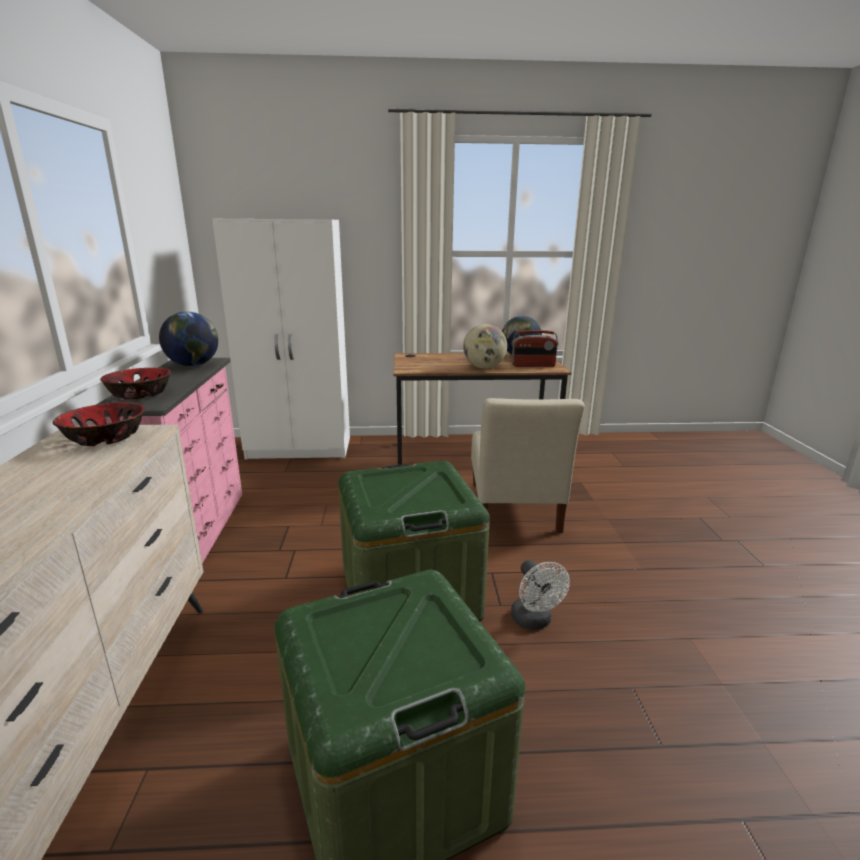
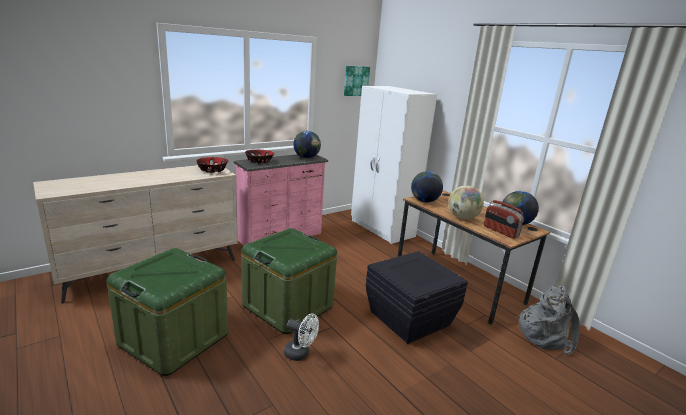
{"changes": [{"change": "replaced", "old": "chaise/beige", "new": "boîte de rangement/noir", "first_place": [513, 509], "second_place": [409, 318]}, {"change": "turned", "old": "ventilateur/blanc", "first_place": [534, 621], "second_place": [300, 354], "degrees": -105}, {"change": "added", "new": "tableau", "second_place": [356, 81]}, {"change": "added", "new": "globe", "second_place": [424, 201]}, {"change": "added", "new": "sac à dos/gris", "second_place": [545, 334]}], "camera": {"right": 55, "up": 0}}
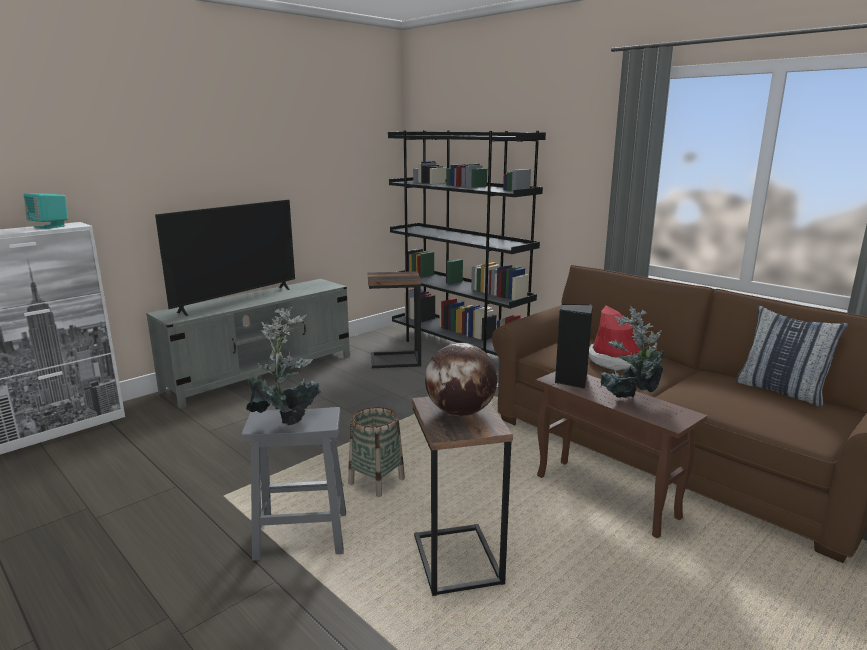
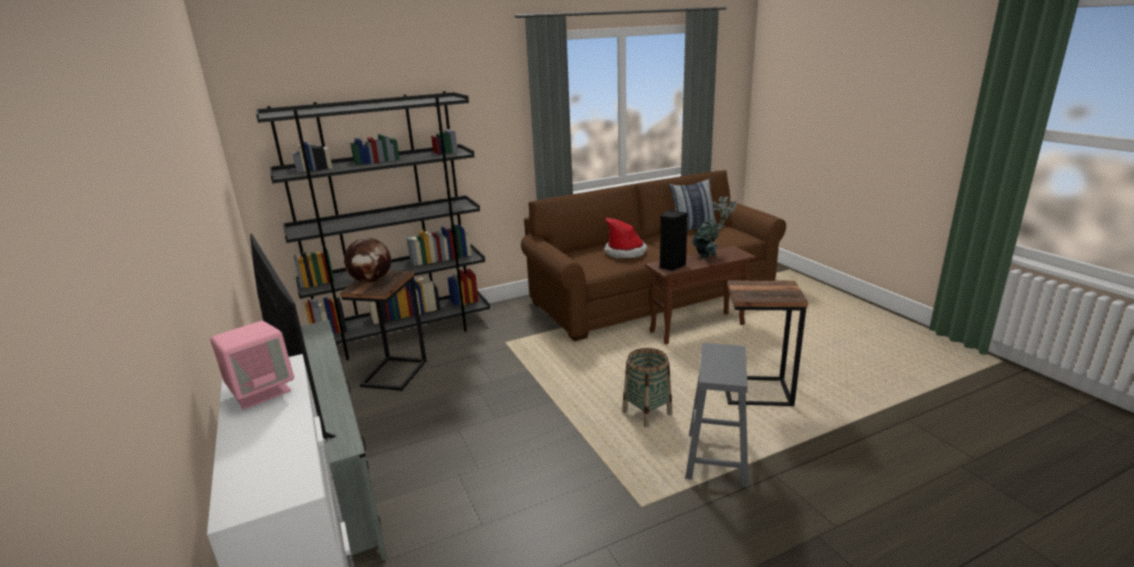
{"changes": [{"change": "recoloured", "old": "enceinte/turquoise", "new": "enceinte/rose", "first_place": [50, 226], "second_place": [261, 392]}, {"change": "removed", "old": "plante en pot", "first_place": [287, 419]}, {"change": "moved", "old": "globe", "first_place": [460, 412], "second_place": [372, 281]}], "camera": {"right": -70, "up": 5}}
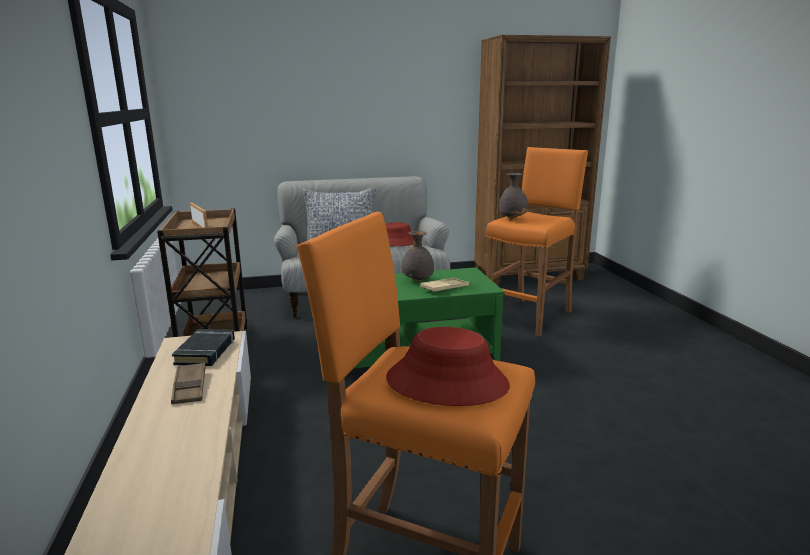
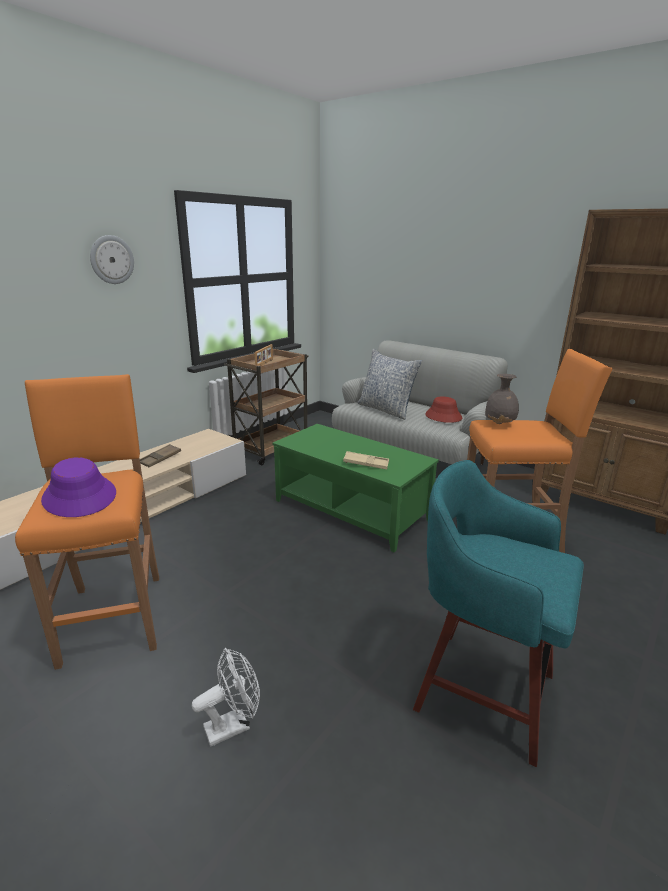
{"changes": [{"change": "removed", "old": "livre/noir", "first_place": [206, 352]}, {"change": "recoloured", "old": "chapeau/rouge", "new": "chapeau/violet", "first_place": [447, 382], "second_place": [80, 496]}, {"change": "removed", "old": "vase/gris", "first_place": [417, 280]}, {"change": "added", "new": "horloge murale", "second_place": [111, 259]}, {"change": "added", "new": "ventilateur/blanc", "second_place": [233, 725]}, {"change": "added", "new": "tabouret/turquoise", "second_place": [480, 689]}], "camera": {"right": 50, "up": 5}}
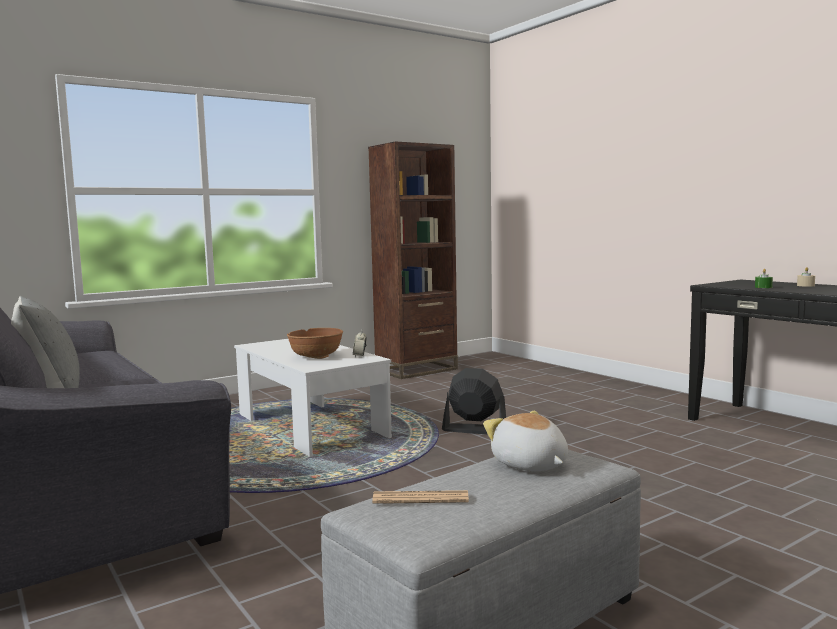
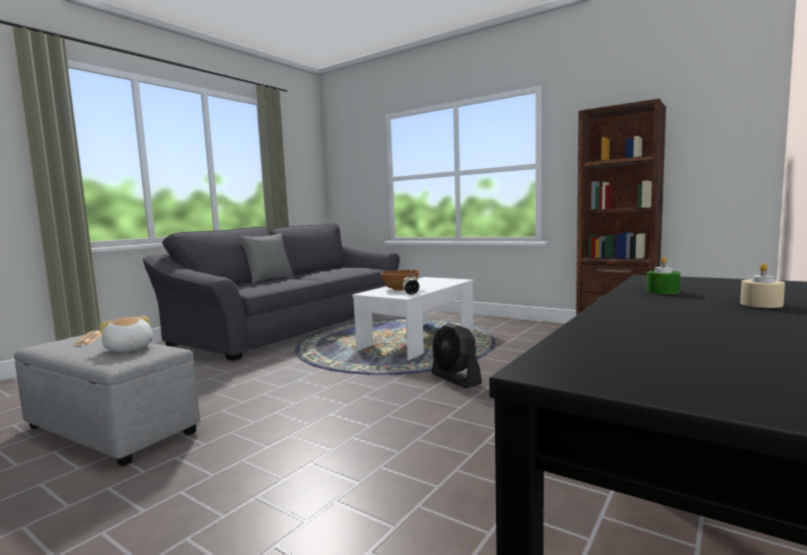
{"changes": [{"change": "turned", "old": "ventilateur/noir", "first_place": [474, 429], "second_place": [455, 378], "degrees": 150}, {"change": "turned", "old": "peluche", "first_place": [529, 465], "second_place": [128, 349], "degrees": -75}], "camera": {"right": 70, "up": 0}}
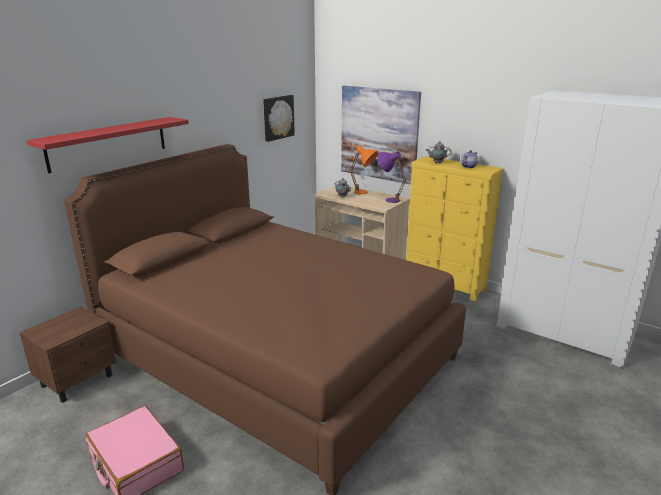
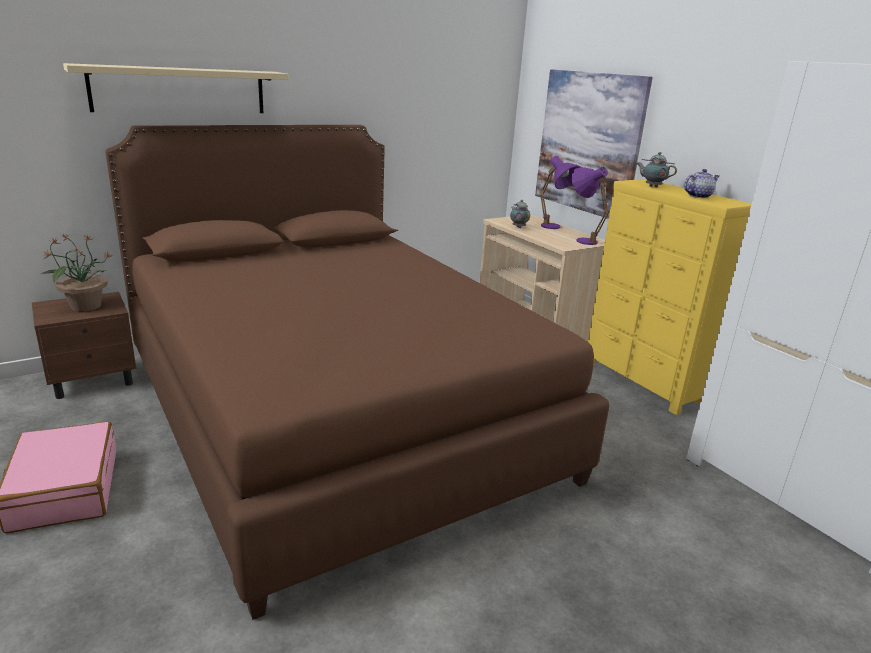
{"changes": [{"change": "recoloured", "old": "étagère/rouge", "new": "étagère/beige", "first_place": [108, 143], "second_place": [180, 90]}, {"change": "removed", "old": "tableau", "first_place": [277, 117]}, {"change": "recoloured", "old": "lampe de table/orange", "new": "lampe de table/violet", "first_place": [364, 193], "second_place": [555, 228]}, {"change": "added", "new": "plante en pot", "second_place": [84, 306]}], "camera": {"right": 20, "up": 0}}
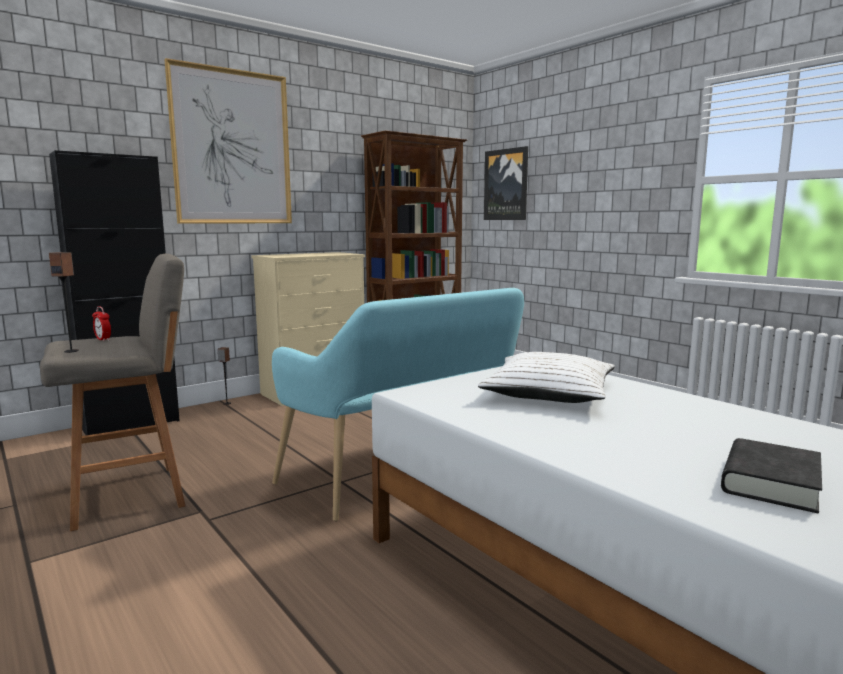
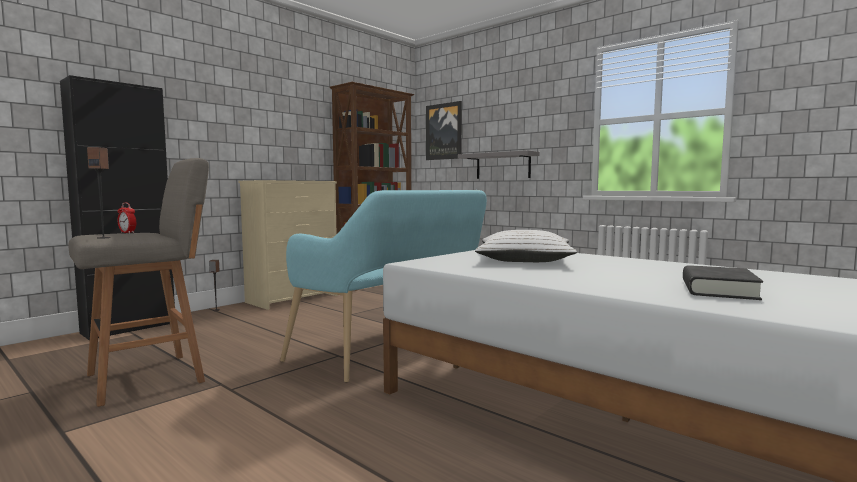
{"changes": [{"change": "removed", "old": "tableau", "first_place": [232, 148]}, {"change": "added", "new": "étagère/gris", "second_place": [503, 166]}], "camera": {"right": -10, "up": -5}}
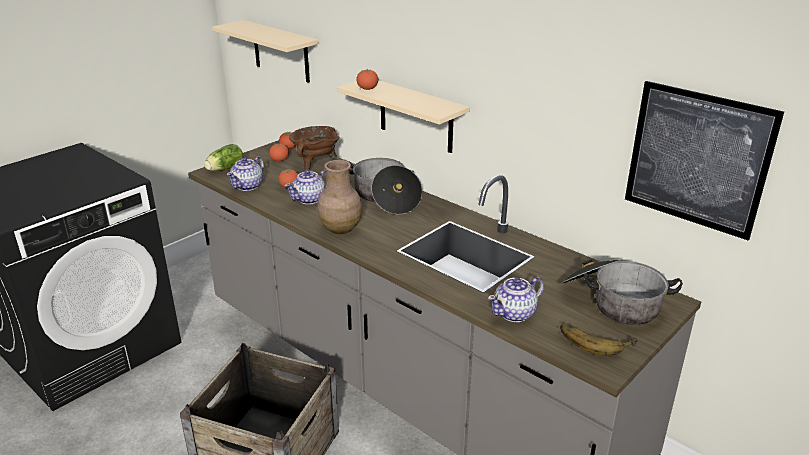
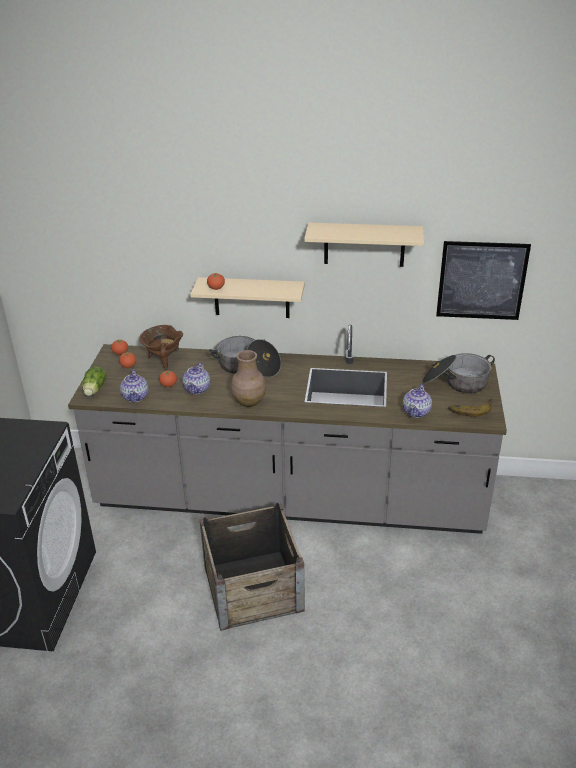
{"changes": [{"change": "moved", "old": "étagère/beige", "first_place": [281, 51], "second_place": [364, 244]}], "camera": {"right": -35, "up": 5}}
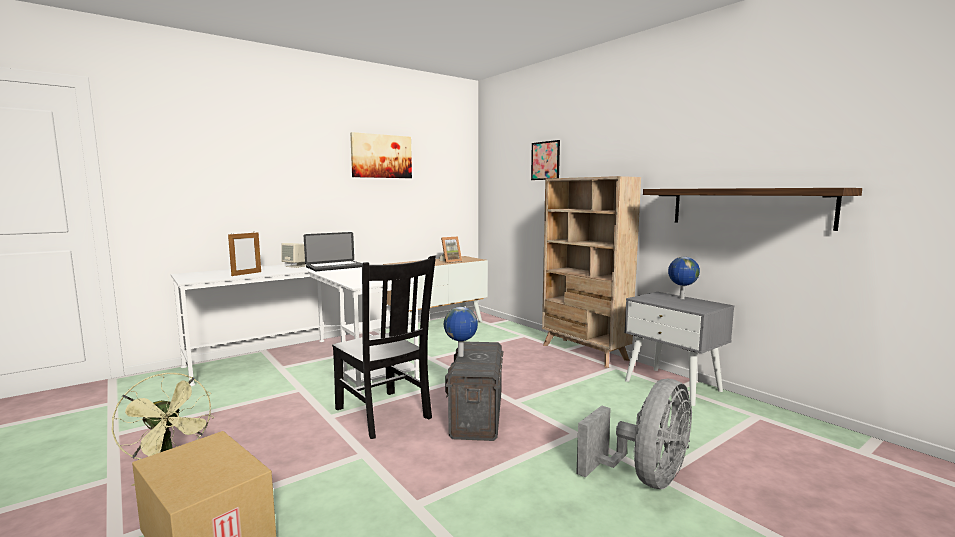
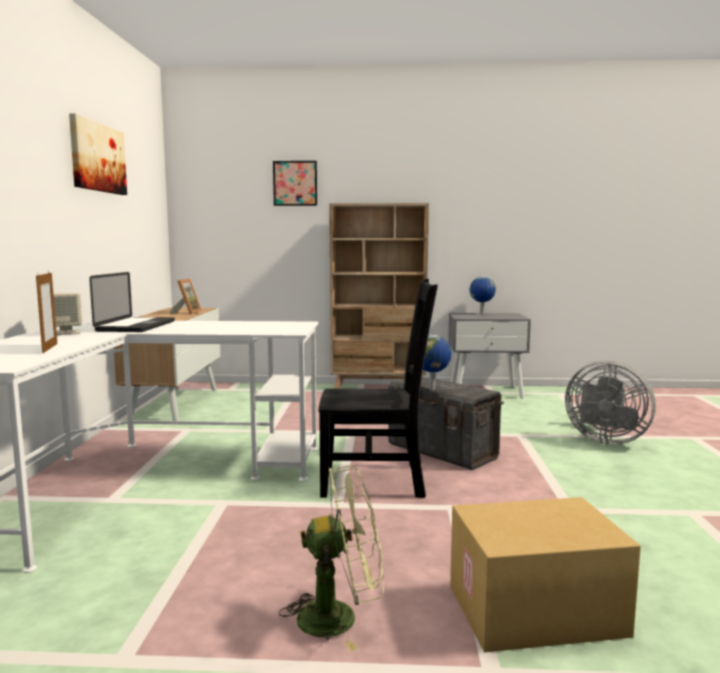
{"changes": [{"change": "turned", "old": "ventilateur/gris", "first_place": [645, 478], "second_place": [605, 439], "degrees": 135}, {"change": "removed", "old": "étagère", "first_place": [748, 207]}], "camera": {"right": -50, "up": 0}}
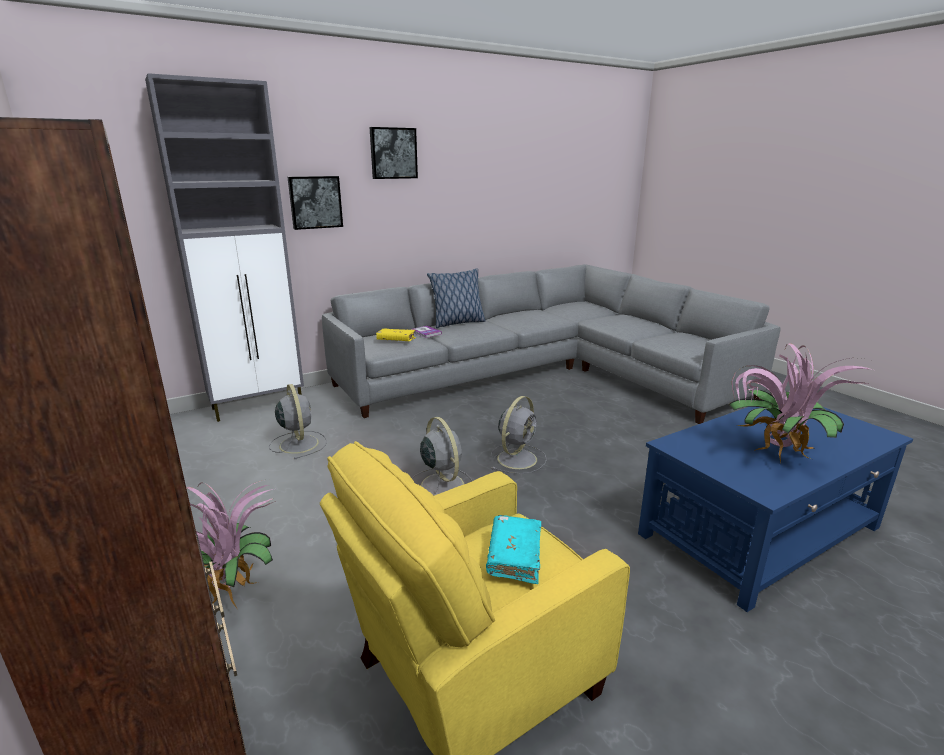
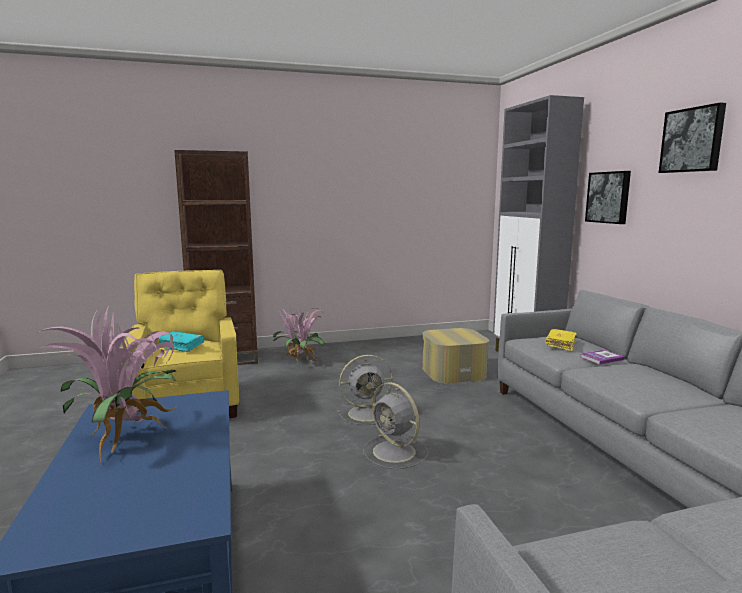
{"changes": [{"change": "replaced", "old": "ventilateur/gris", "new": "pouf", "first_place": [298, 443], "second_place": [453, 372]}, {"change": "removed", "old": "coussin", "first_place": [457, 323]}], "camera": {"right": 105, "up": -10}}
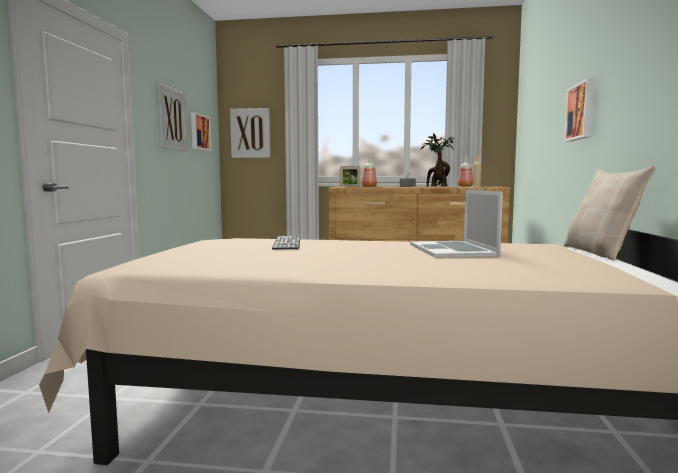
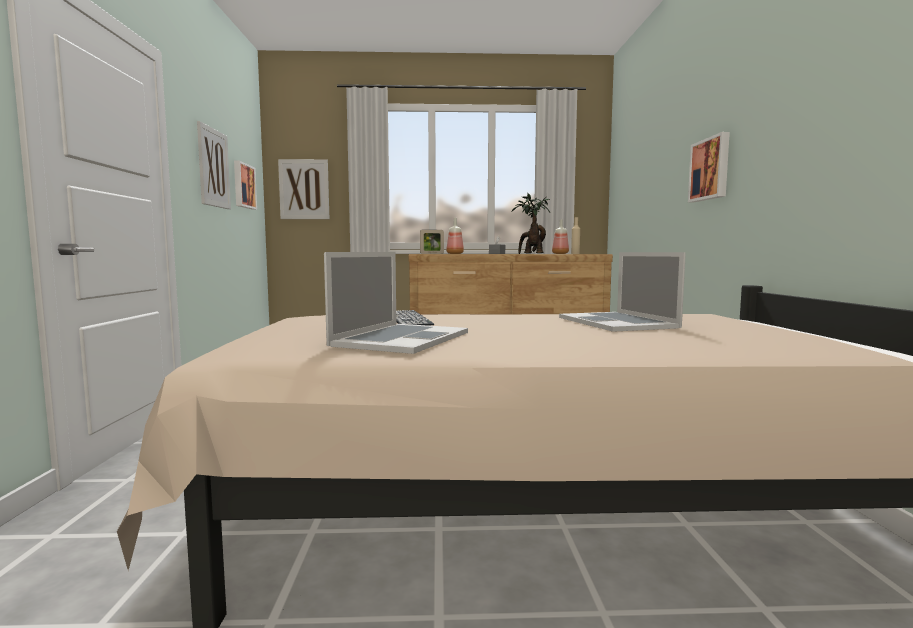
{"changes": [{"change": "removed", "old": "coussin/beige", "first_place": [601, 253]}, {"change": "added", "new": "ordinateur portable", "second_place": [401, 339]}], "camera": {"right": -10, "up": 0}}
